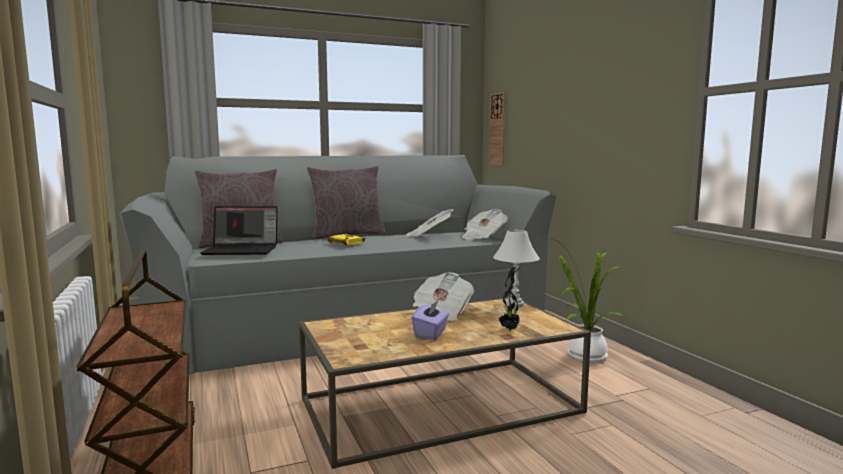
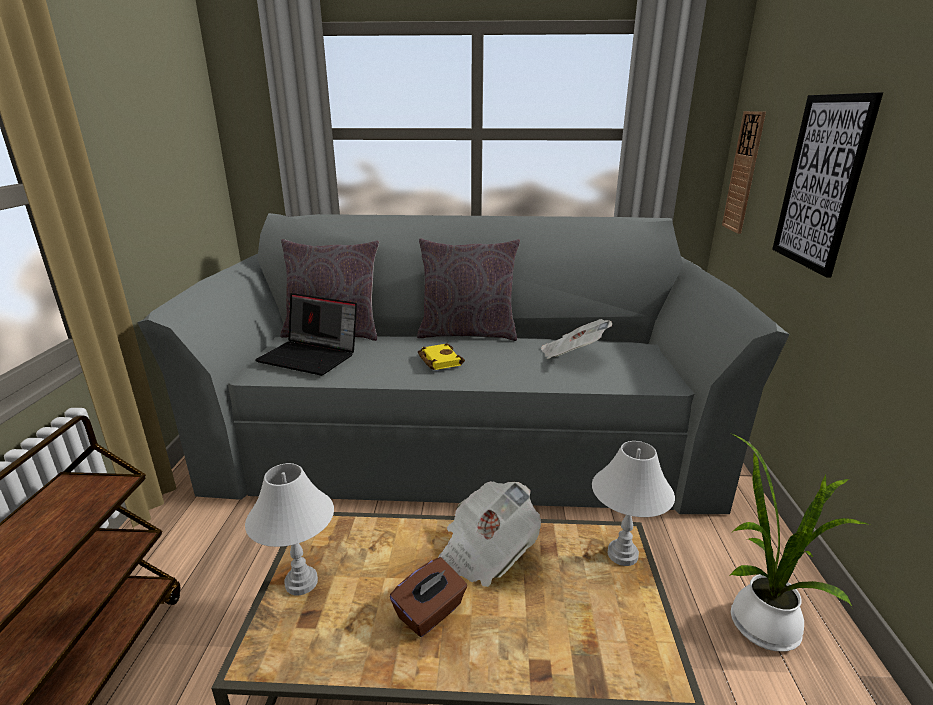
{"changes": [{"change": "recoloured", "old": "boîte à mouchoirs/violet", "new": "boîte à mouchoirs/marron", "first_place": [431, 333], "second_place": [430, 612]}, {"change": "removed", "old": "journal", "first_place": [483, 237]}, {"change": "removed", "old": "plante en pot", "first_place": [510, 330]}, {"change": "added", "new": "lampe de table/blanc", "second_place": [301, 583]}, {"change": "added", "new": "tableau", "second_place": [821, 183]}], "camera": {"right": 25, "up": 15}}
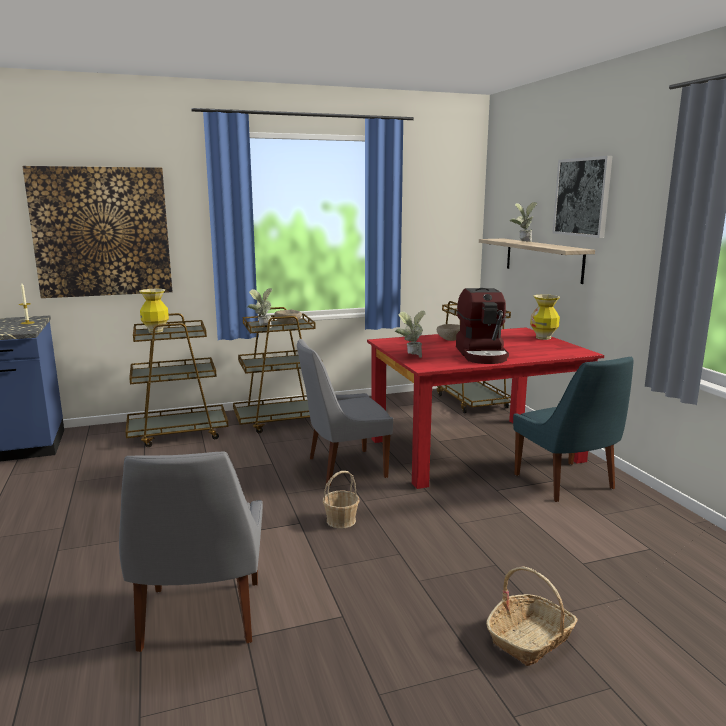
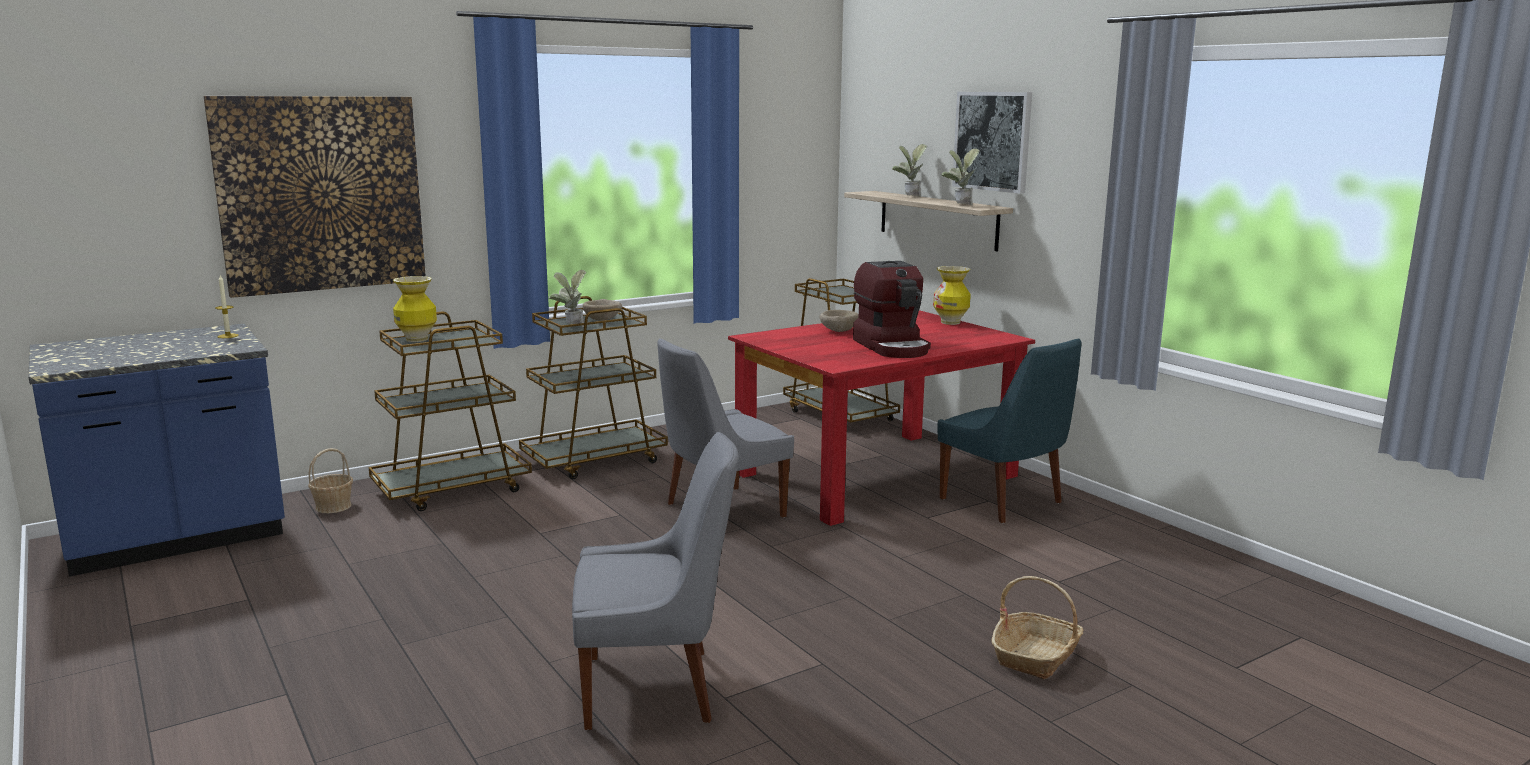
{"changes": [{"change": "turned", "old": "chaise/gris", "first_place": [200, 618], "second_place": [655, 688], "degrees": -75}, {"change": "moved", "old": "panier", "first_place": [341, 520], "second_place": [333, 506]}, {"change": "moved", "old": "plante en pot", "first_place": [410, 356], "second_place": [959, 205]}], "camera": {"right": -15, "up": 0}}
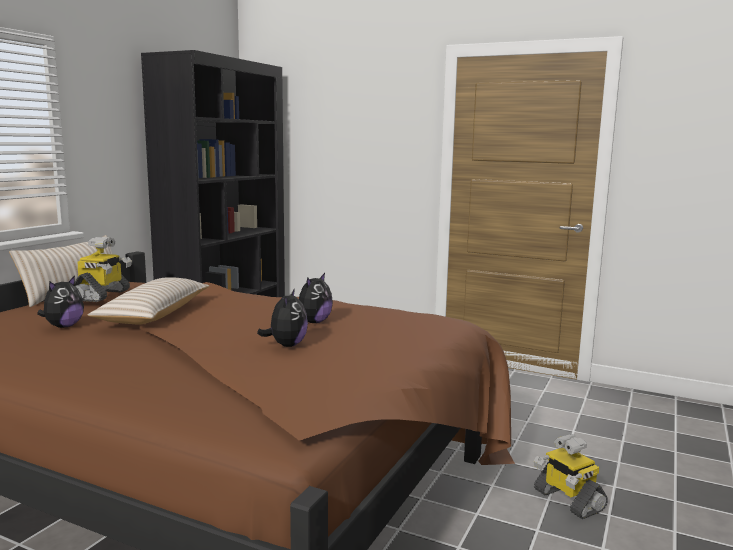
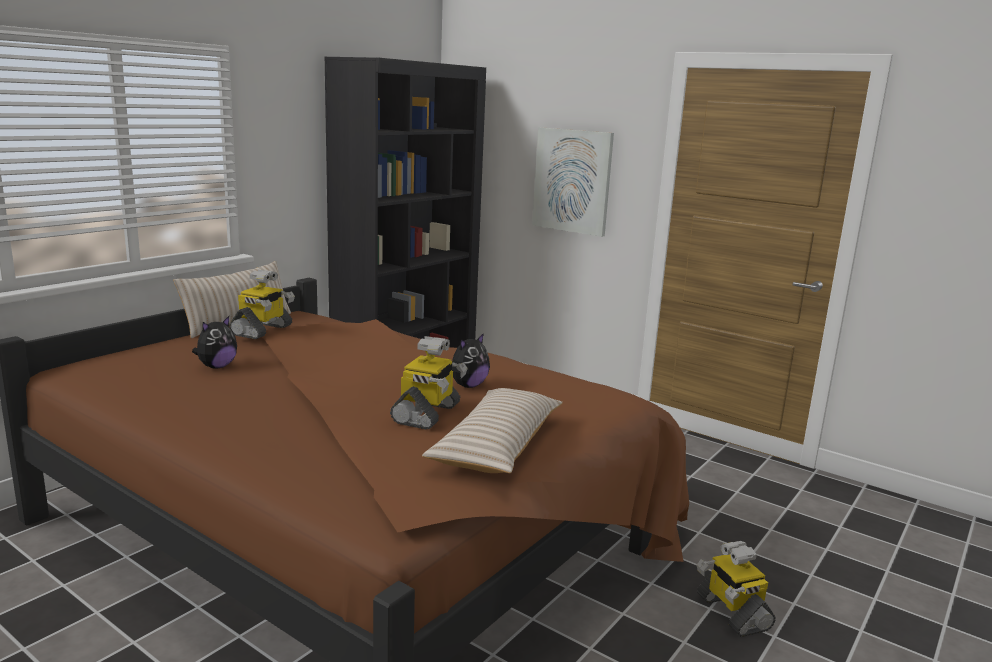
{"changes": [{"change": "moved", "old": "coussin/beige", "first_place": [154, 314], "second_place": [497, 446]}, {"change": "replaced", "old": "peluche", "new": "robot jouet", "first_place": [286, 345], "second_place": [427, 414]}, {"change": "added", "new": "tableau", "second_place": [572, 181]}], "camera": {"right": 10, "up": 5}}
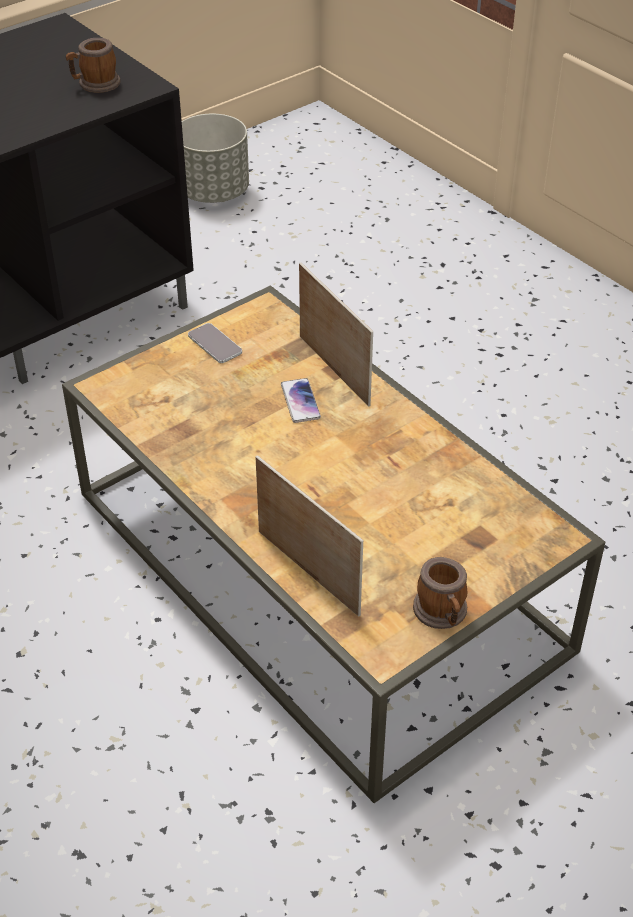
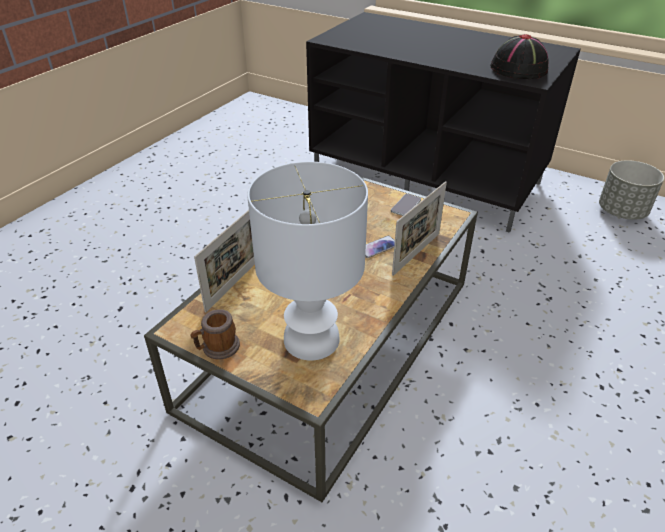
{"changes": [{"change": "replaced", "old": "mug", "new": "chapeau/noir", "first_place": [95, 84], "second_place": [519, 70]}, {"change": "added", "new": "lampe de table/blanc", "second_place": [312, 338]}], "camera": {"right": 70, "up": -5}}
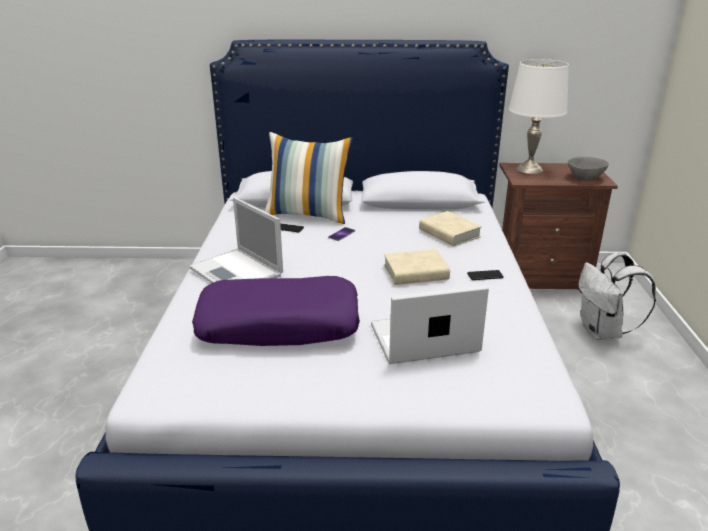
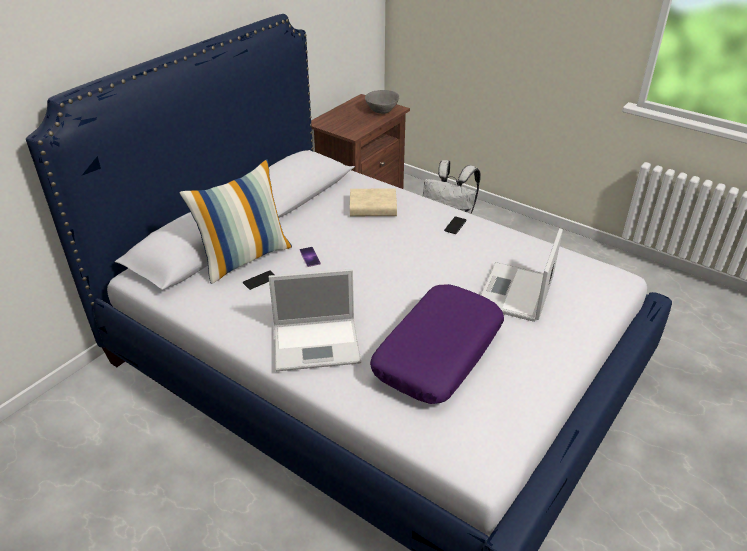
{"changes": [{"change": "removed", "old": "livre/beige", "first_place": [415, 273]}, {"change": "removed", "old": "lampe de table/blanc", "first_place": [529, 169]}], "camera": {"right": -55, "up": 10}}
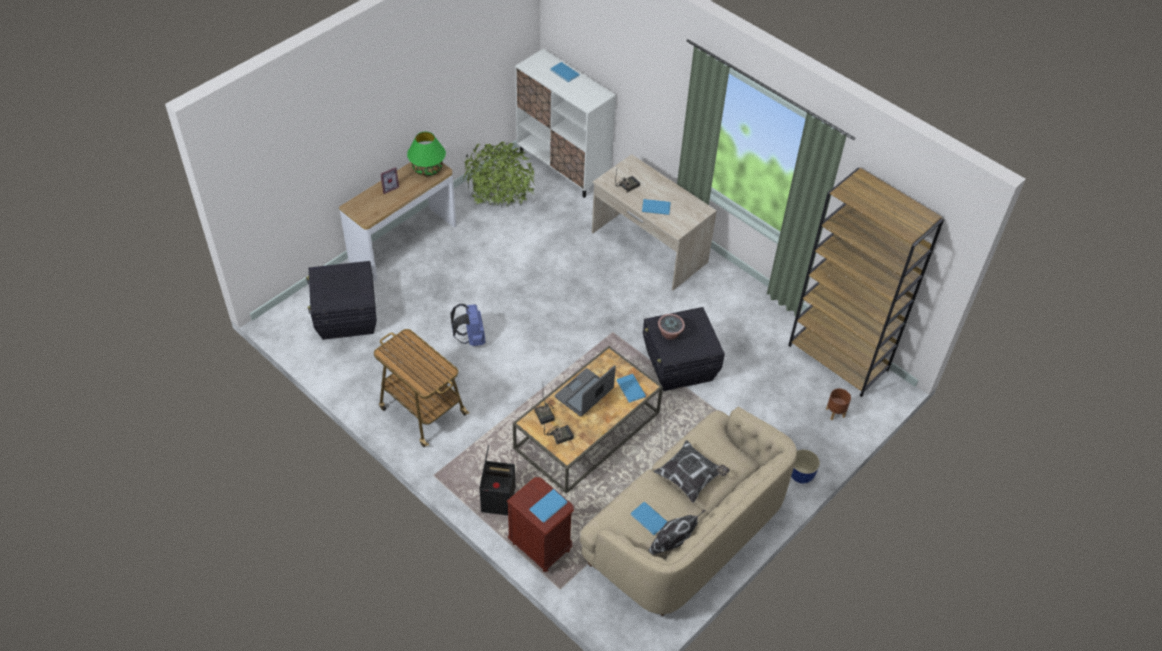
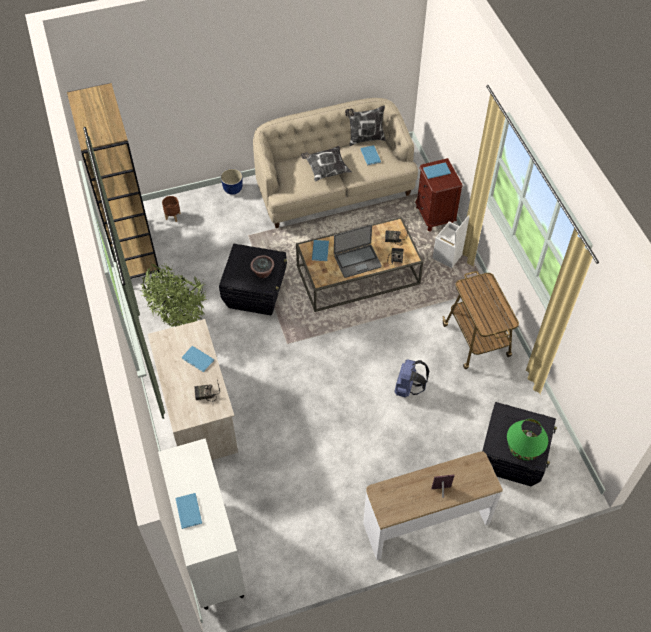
{"changes": [{"change": "moved", "old": "lampe de table/vert", "first_place": [428, 169], "second_place": [523, 448]}, {"change": "moved", "old": "plante en pot", "first_place": [499, 202], "second_place": [178, 319]}, {"change": "recoloured", "old": "boîte de rangement/noir", "new": "boîte de rangement/blanc", "first_place": [497, 498], "second_place": [448, 255]}], "camera": {"right": -150, "up": 5}}
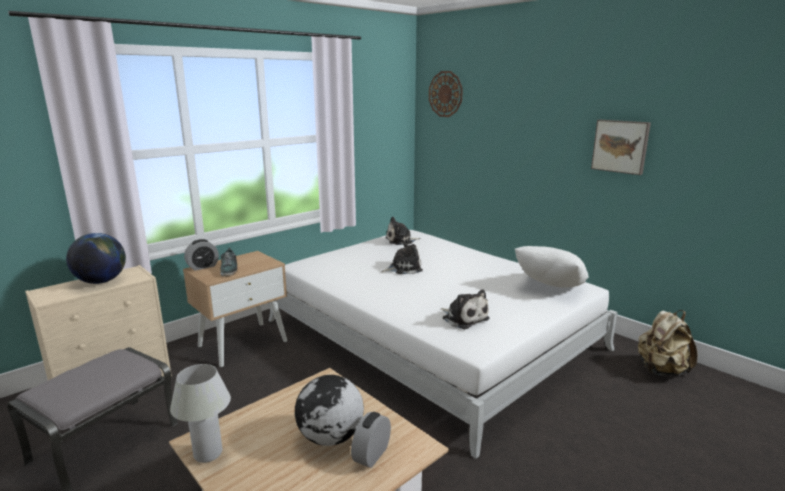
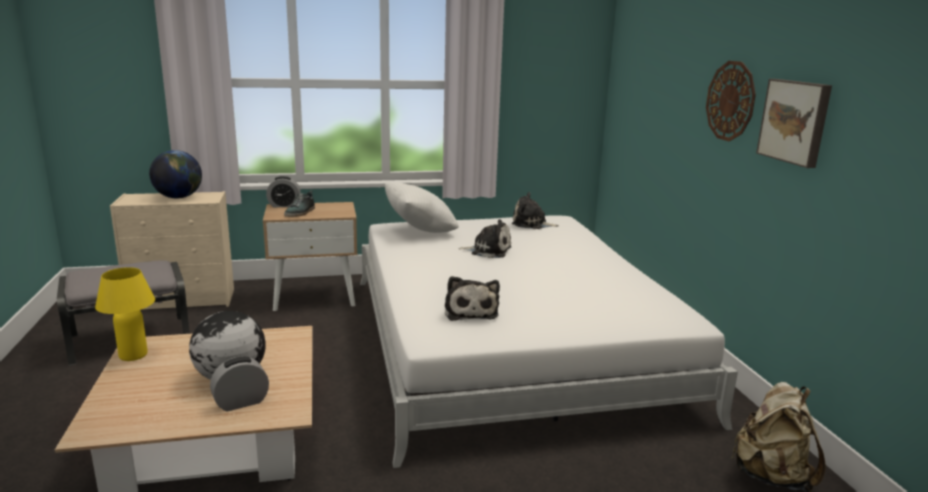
{"changes": [{"change": "recoloured", "old": "lampe de table/blanc", "new": "lampe de table/jaune", "first_place": [208, 453], "second_place": [133, 355]}, {"change": "moved", "old": "horloge murale", "first_place": [445, 94], "second_place": [730, 101]}, {"change": "moved", "old": "coussin/blanc", "first_place": [549, 288], "second_place": [420, 231]}], "camera": {"right": 30, "up": 0}}
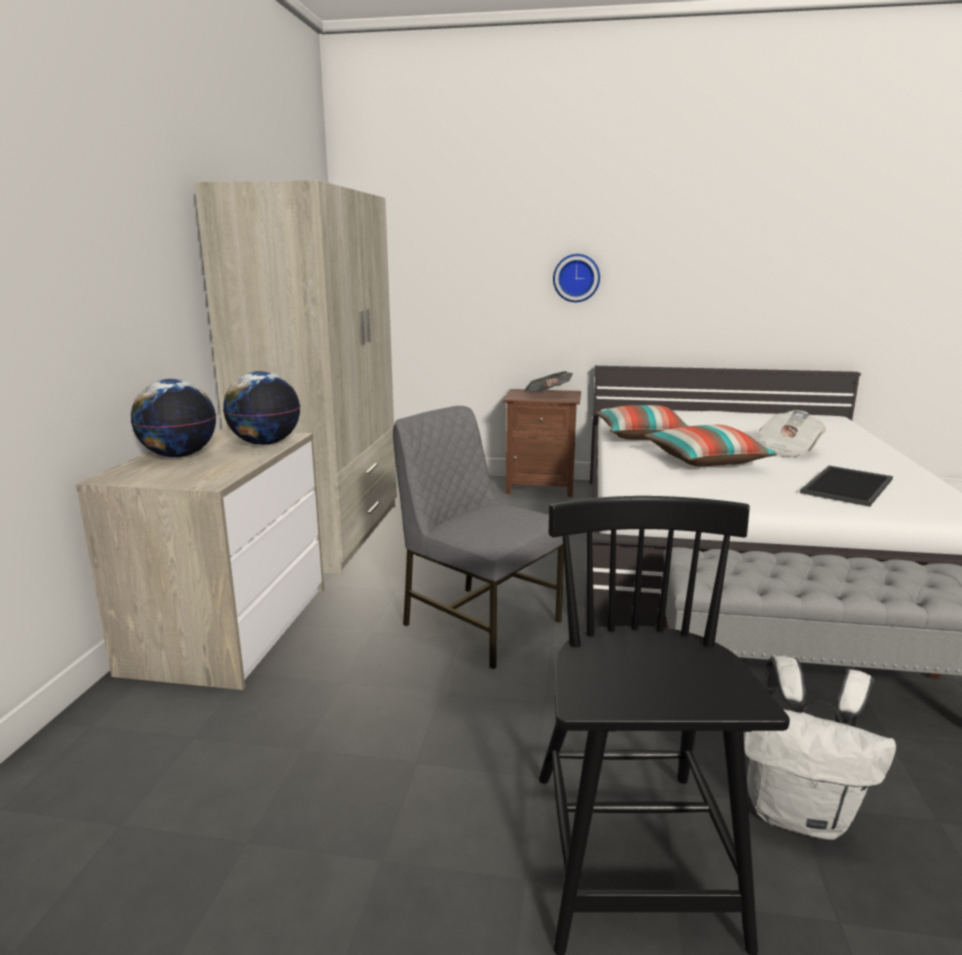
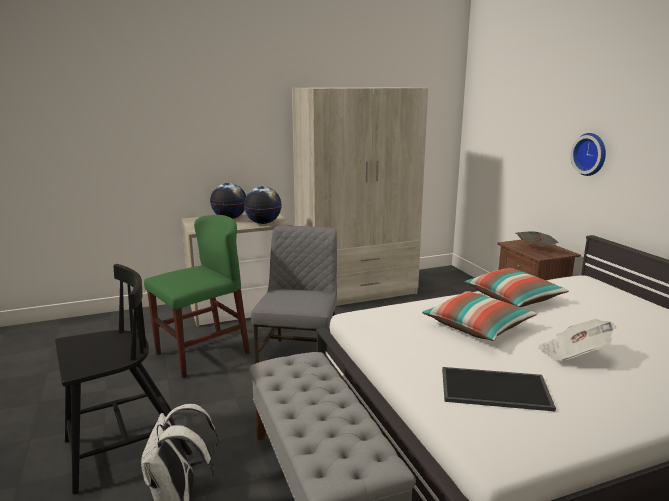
{"changes": [{"change": "added", "new": "chaise/vert", "second_place": [202, 353]}], "camera": {"right": 60, "up": 0}}
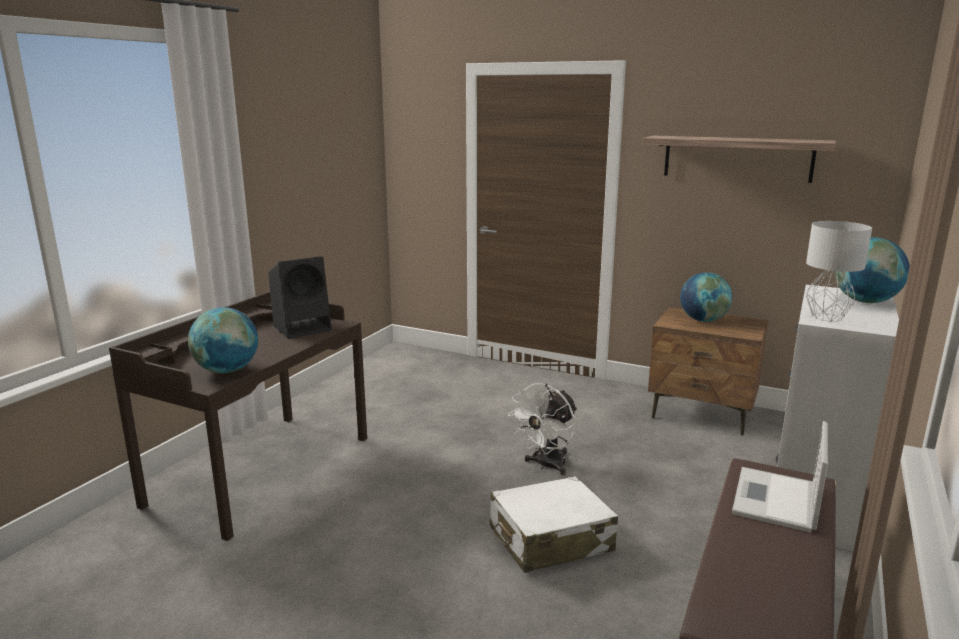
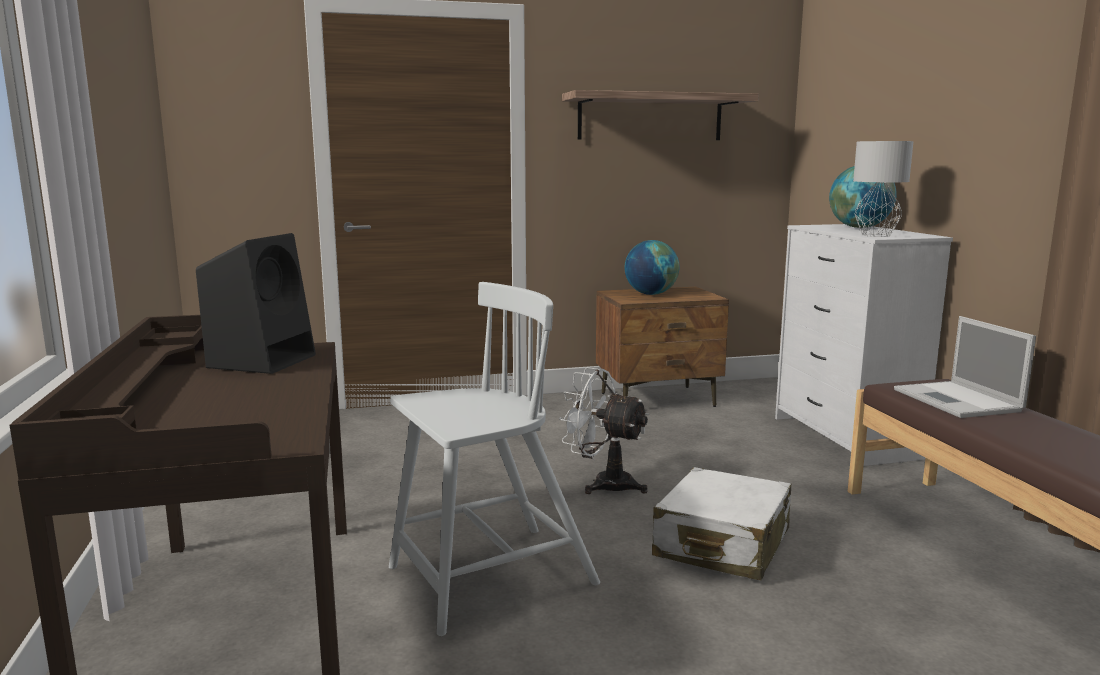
{"changes": [{"change": "removed", "old": "globe", "first_place": [227, 370]}, {"change": "turned", "old": "ventilateur/blanc", "first_place": [546, 465], "second_place": [603, 483], "degrees": 120}, {"change": "added", "new": "chaise/blanc", "second_place": [488, 578]}], "camera": {"right": -40, "up": -5}}
